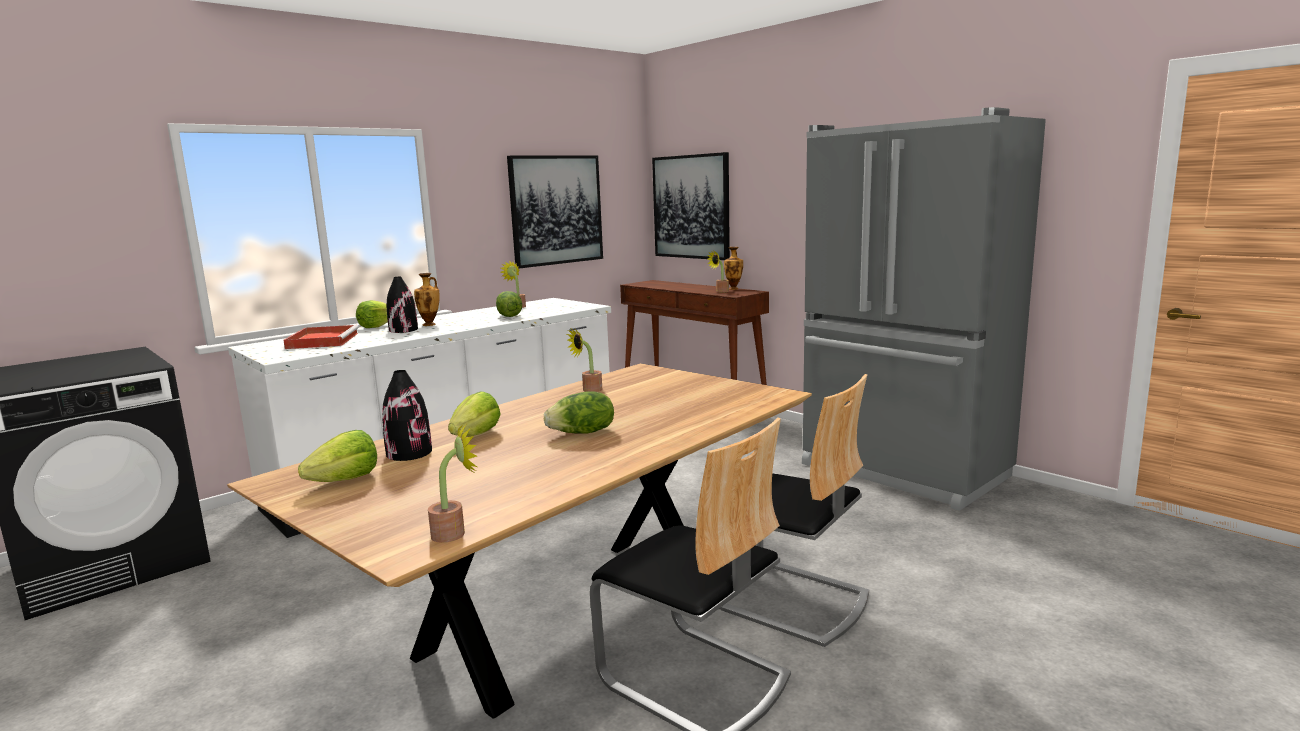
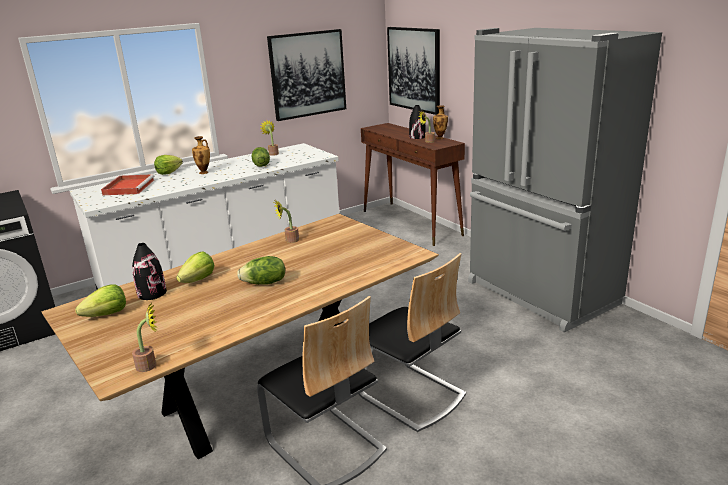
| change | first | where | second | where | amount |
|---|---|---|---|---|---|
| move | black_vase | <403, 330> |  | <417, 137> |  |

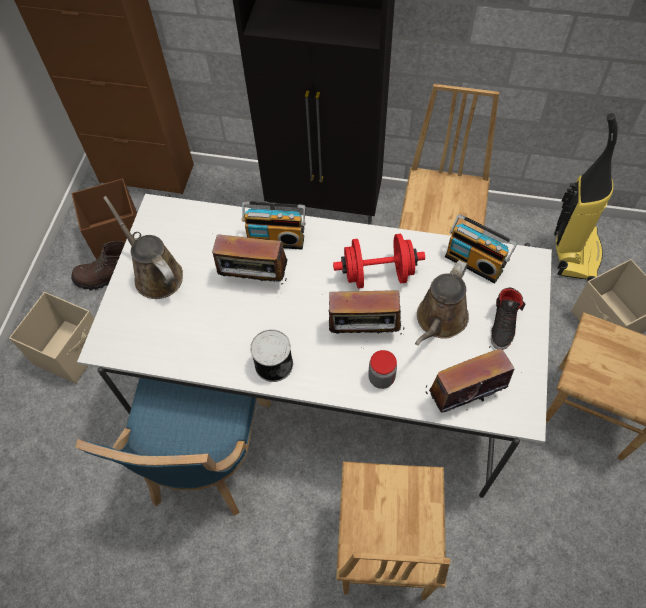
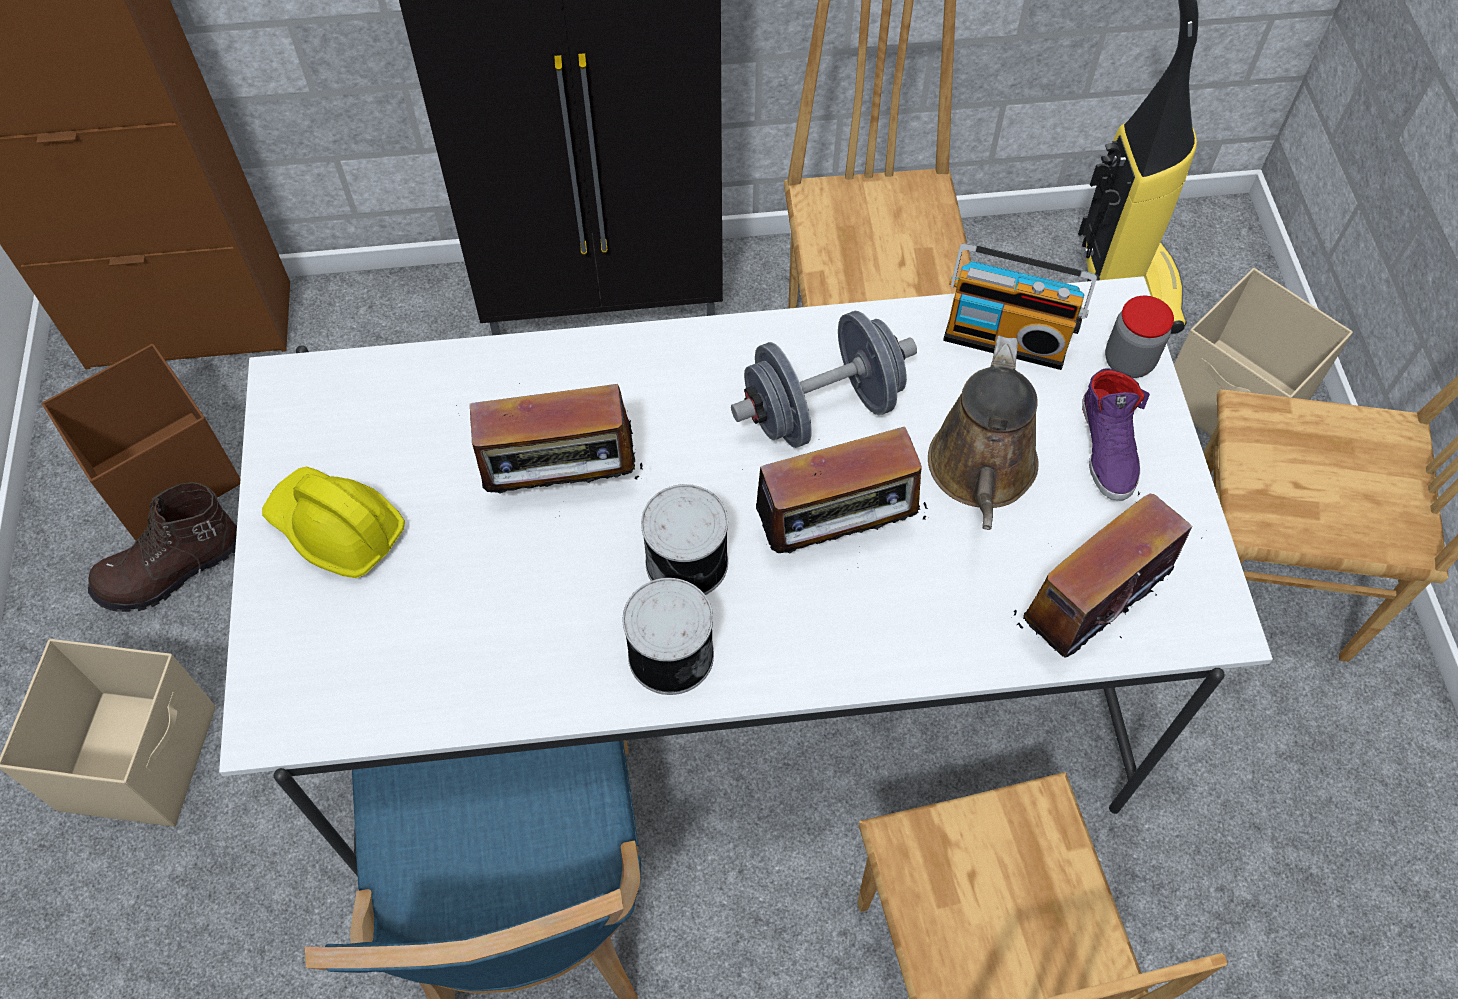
| change | first | where | second | where | amount |
|---|---|---|---|---|---|
| delete | radio | <276, 238> |  |  |  |
| insert |  |  | can | <689, 561> |  |
| move | jar | <381, 378> |  | <1128, 361> |  |
| replace | brown_watering_can | <155, 274> | yellow_hard_hat | <336, 528> |  |
| recolor | red_dumbbell | <378, 274> | grey_dumbbell | <821, 409> |  |
| recolor | black_shoe | <503, 324> | purple_shoe | <1108, 447> |  |

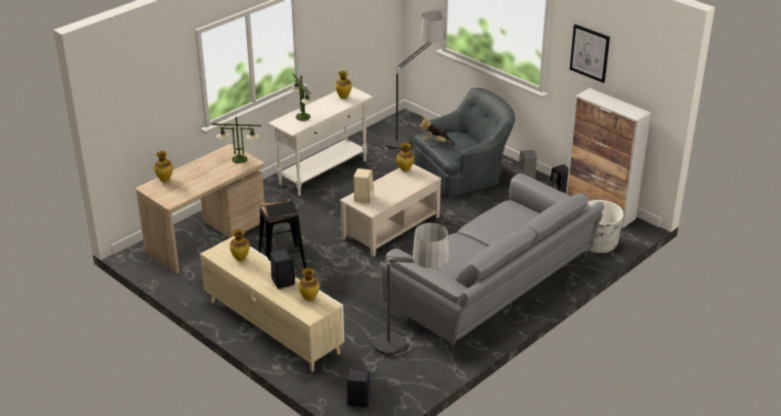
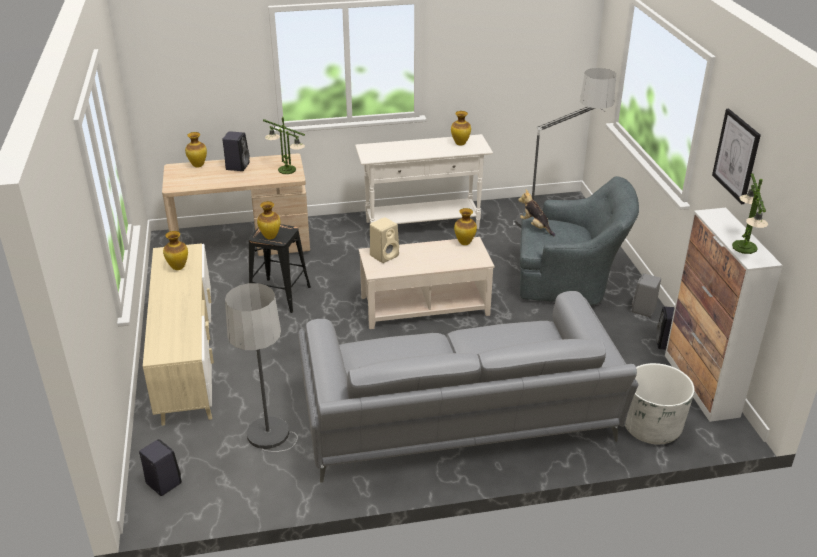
| change | first | where | second | where | amount |
|---|---|---|---|---|---|
| move | black_speaker | <282, 281> |  | <237, 166> |  |
| move | table_lamp | <302, 117> |  | <744, 247> |  |
| move | vase | <309, 298> |  | <270, 237> |  |

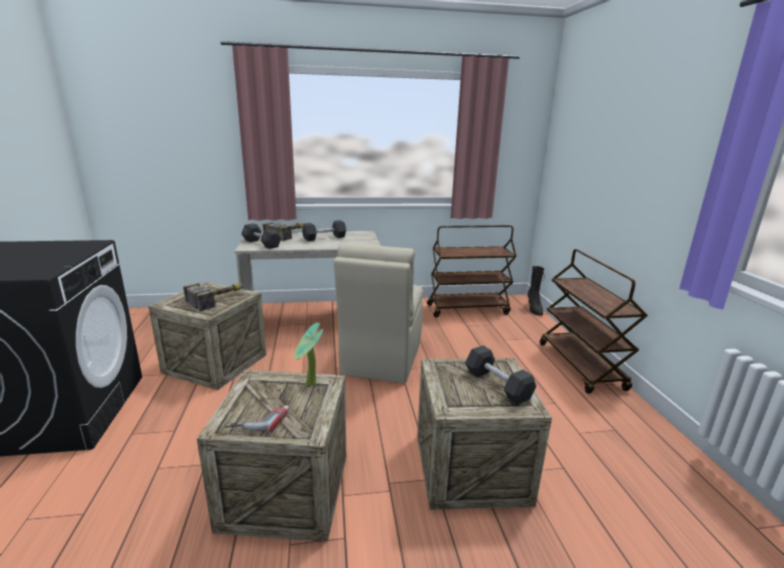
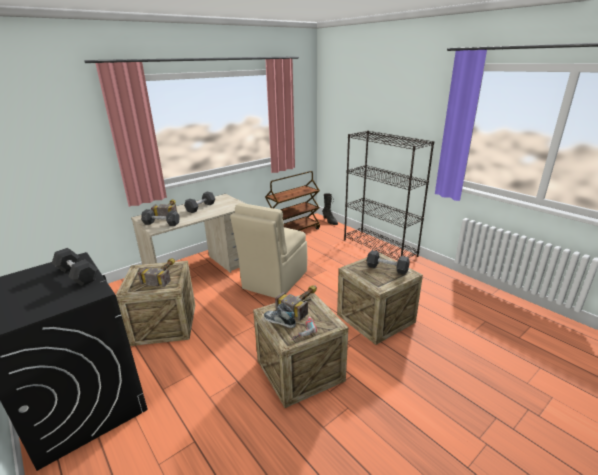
| change | first | where | second | where | amount |
|---|---|---|---|---|---|
| insert |  |  | grey_dumbbell | <77, 275> |  |
| insert |  |  | shoe | <279, 321> |  |
| replace | potted_plant | <309, 385> | hammer | <302, 303> |  |
| replace | brown_cart | <581, 366> | black_bookcase | <380, 248> |  |
| rotate | beige_chair | <381, 359> |  | <274, 280> | 45 degrees clockwise |

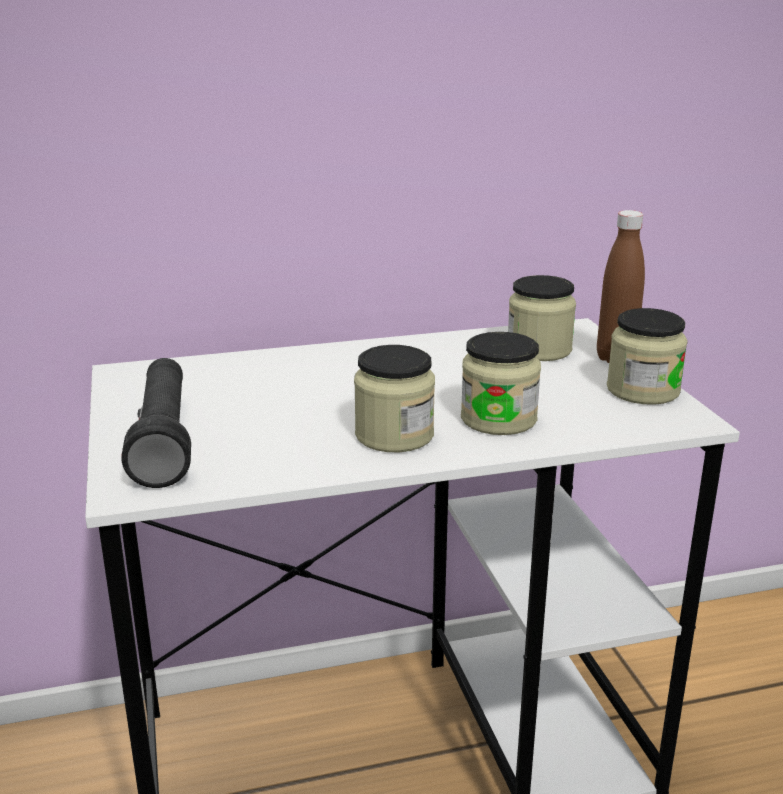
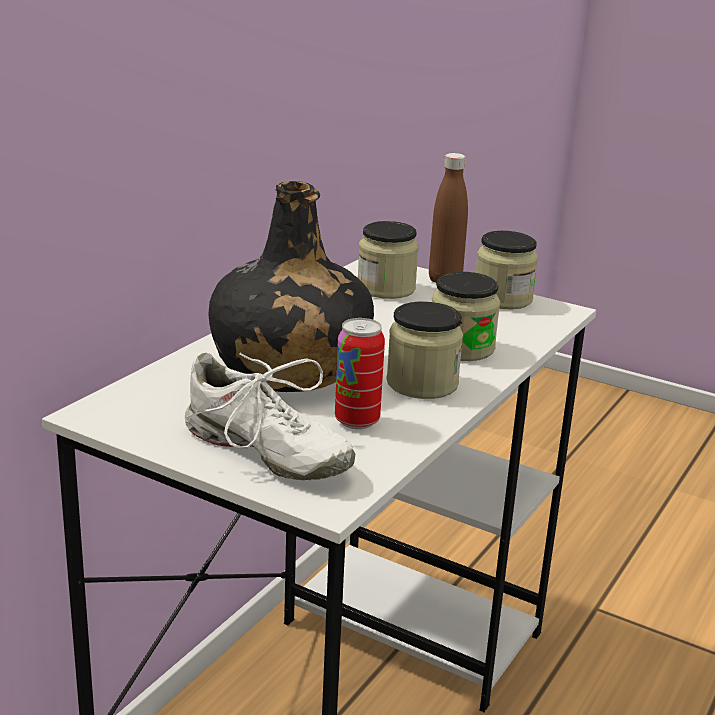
| change | first | where | second | where | amount |
|---|---|---|---|---|---|
| insert |  |  | black_bottle | <288, 370> |  |
| insert |  |  | can | <357, 421> |  |
| replace | black_flashlight | <164, 439> | white_shoe | <265, 452> |  |

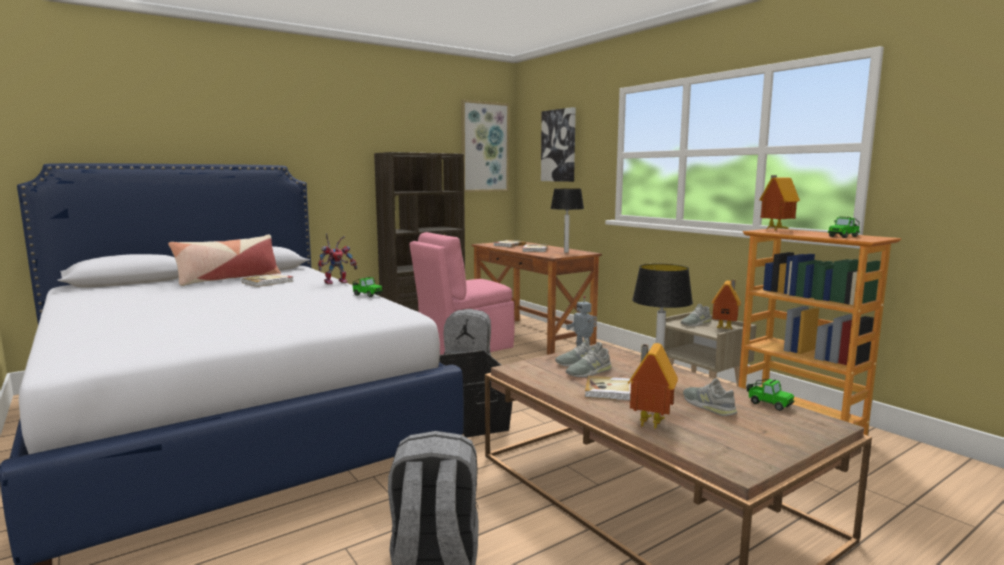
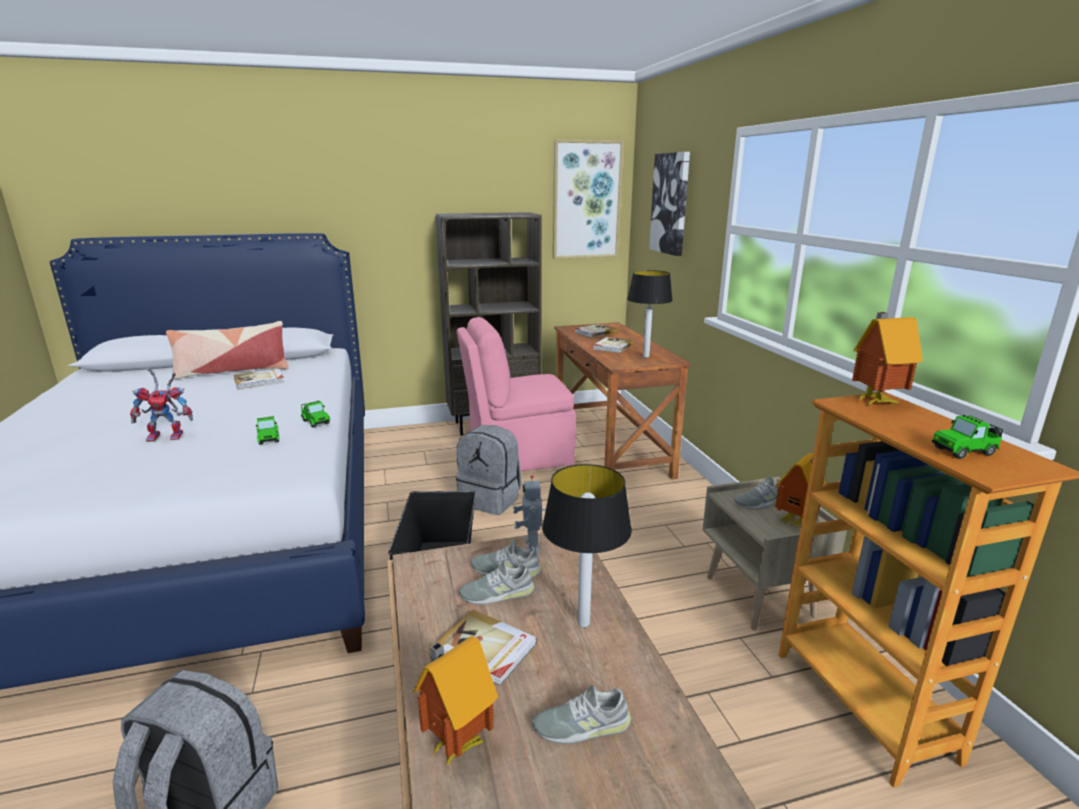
| change | first | where | second | where | amount |
|---|---|---|---|---|---|
| move | toy_robot | <337, 282> |  | <169, 436> |  |
| move | toy_car | <768, 404> |  | <268, 438> |  |
| rotate | grey_shoe | <708, 406> |  | <581, 726> | 90 degrees counterclockwise |

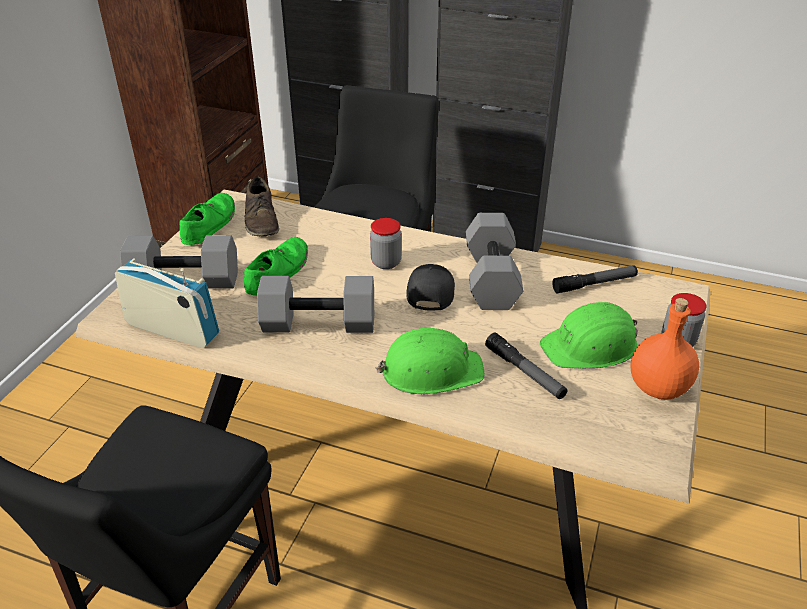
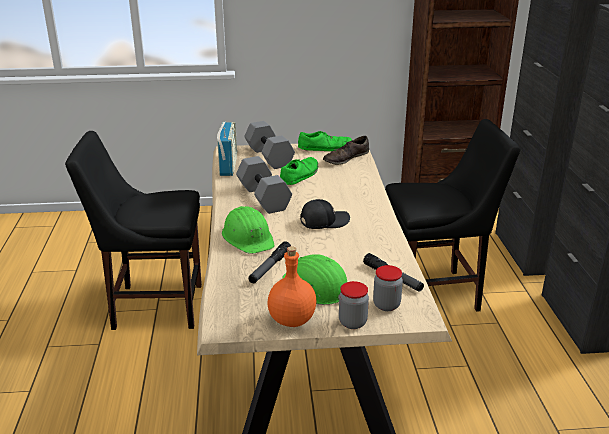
| change | first | where | second | where | amount |
|---|---|---|---|---|---|
| delete | grey_dumbbell | <489, 278> |  |  |  |
| move | jar | <386, 262> |  | <386, 305> |  |
| rotate | green_shoe | <278, 272> |  | <299, 175> | 60 degrees counterclockwise |

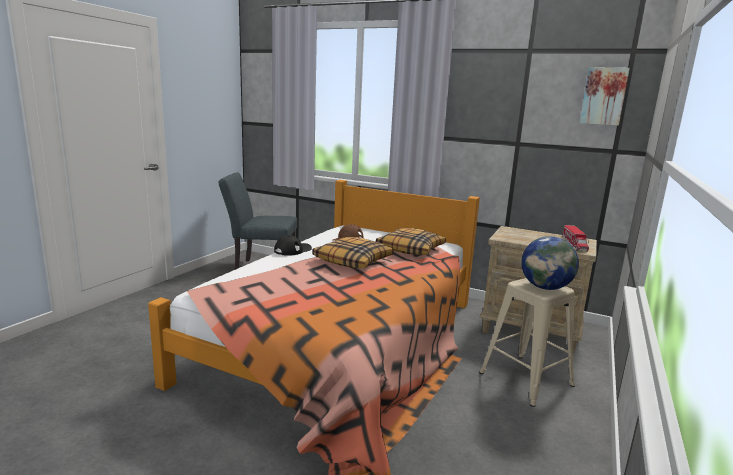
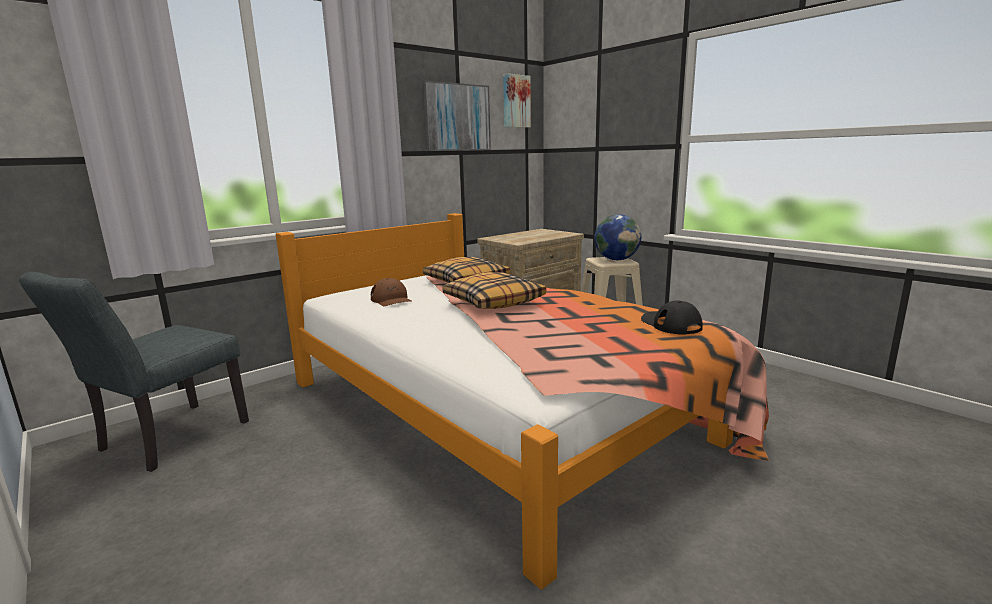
| change | first | where | second | where | amount |
|---|---|---|---|---|---|
| delete | toy_truck | <574, 245> |  |  |  |
| insert |  |  | picture | <456, 117> |  |
| move | black_cap | <293, 250> |  | <670, 324> |  |

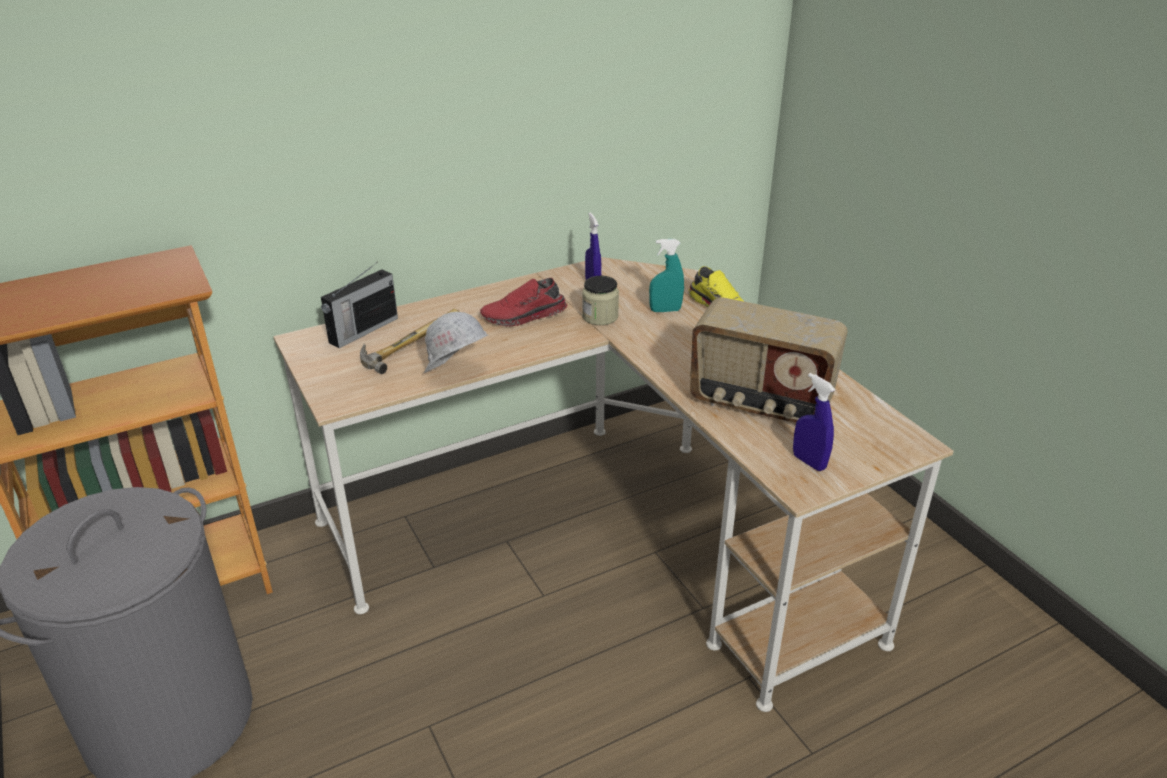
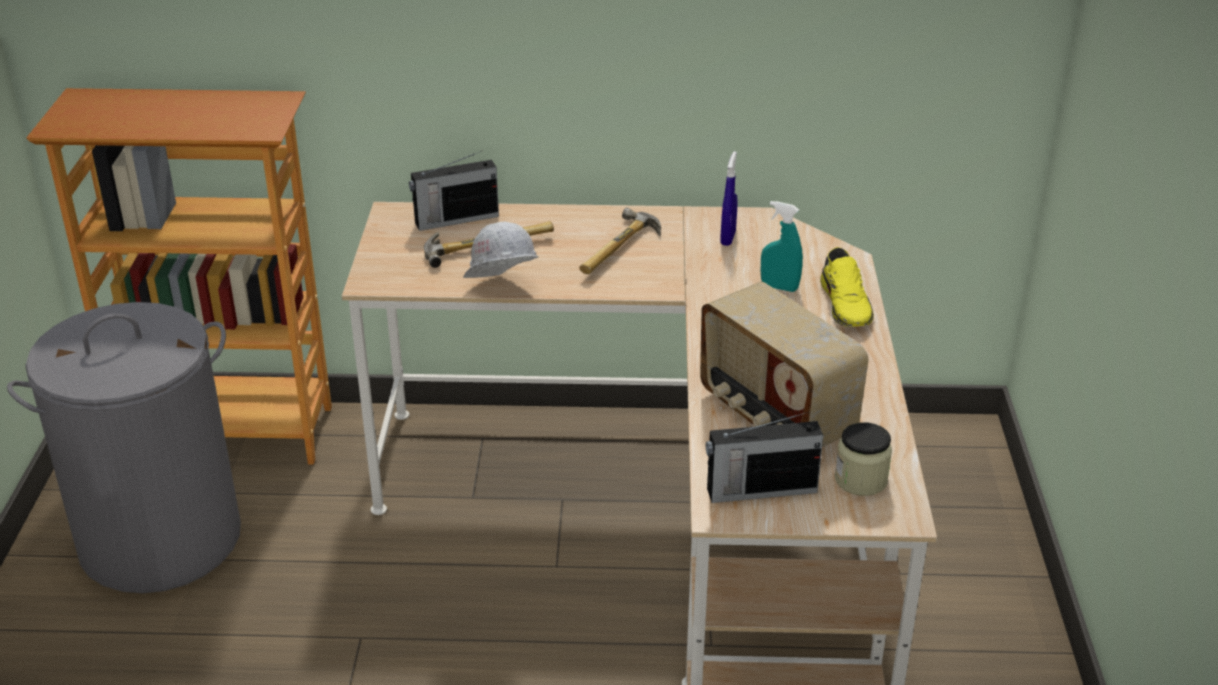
| change | first | where | second | where | amount |
|---|---|---|---|---|---|
| move | jar | <600, 317> |  | <861, 480> |  |
| replace | red_shoe | <524, 317> | hammer | <623, 250> |  |
| replace | blue_spray_bottle | <809, 462> | radio | <759, 490> |  |

